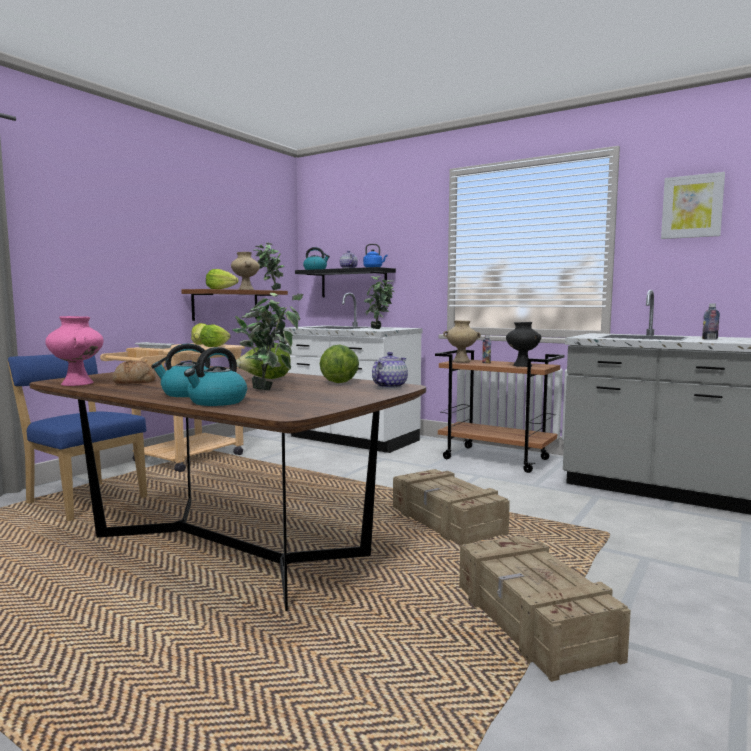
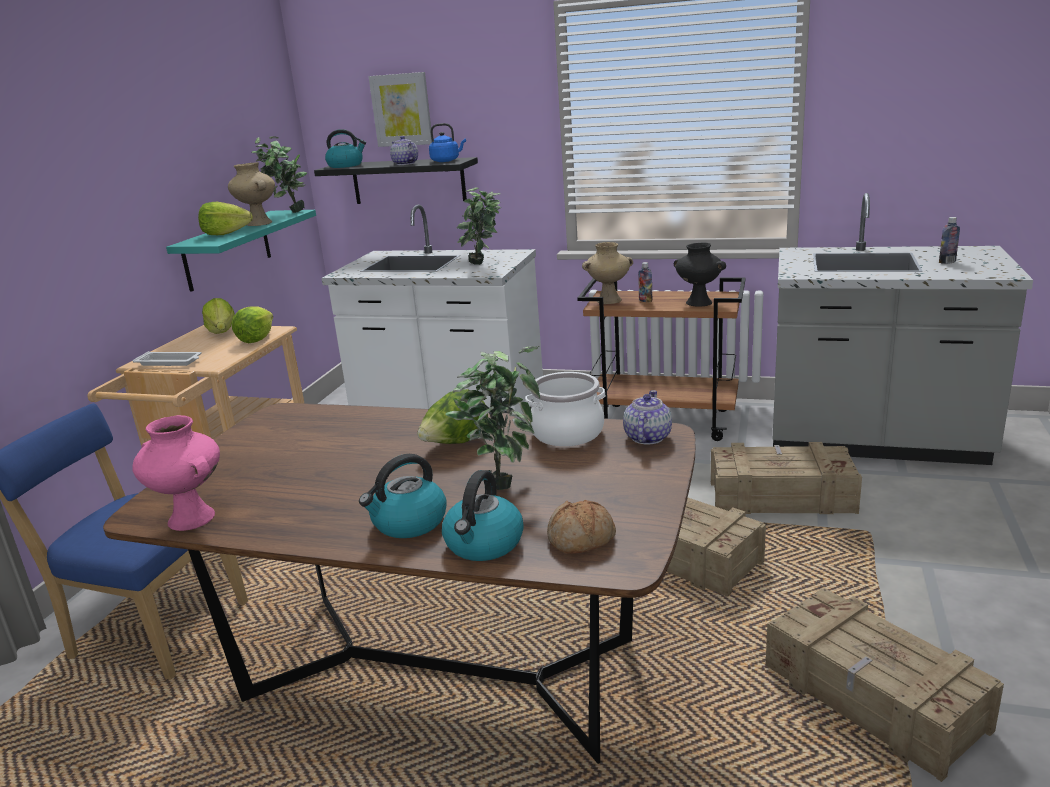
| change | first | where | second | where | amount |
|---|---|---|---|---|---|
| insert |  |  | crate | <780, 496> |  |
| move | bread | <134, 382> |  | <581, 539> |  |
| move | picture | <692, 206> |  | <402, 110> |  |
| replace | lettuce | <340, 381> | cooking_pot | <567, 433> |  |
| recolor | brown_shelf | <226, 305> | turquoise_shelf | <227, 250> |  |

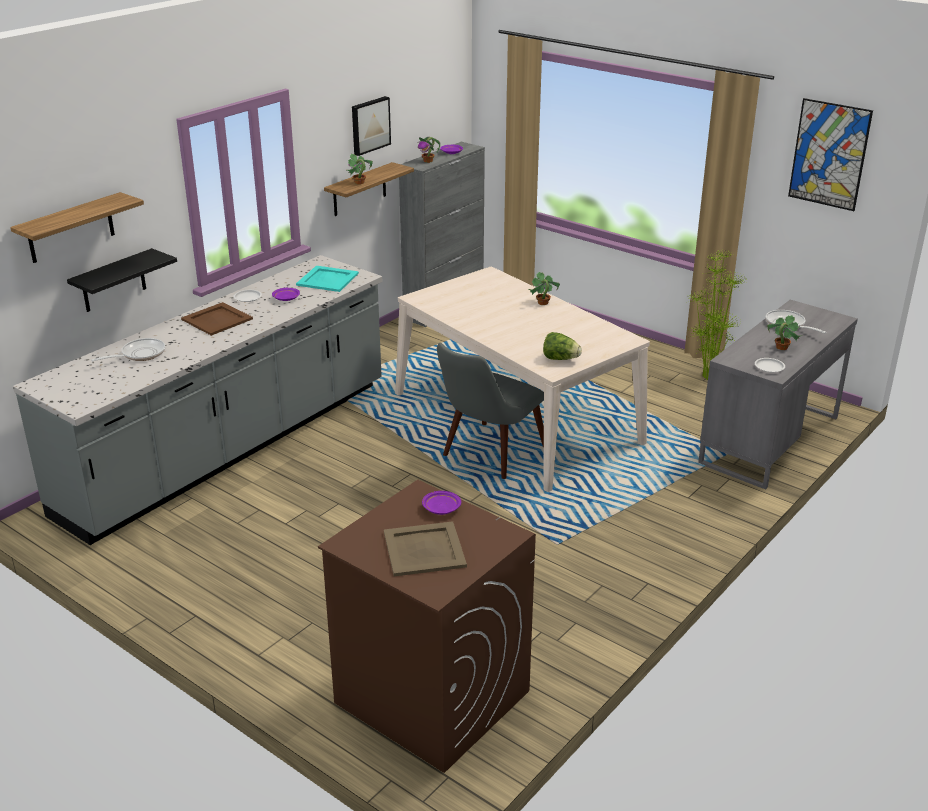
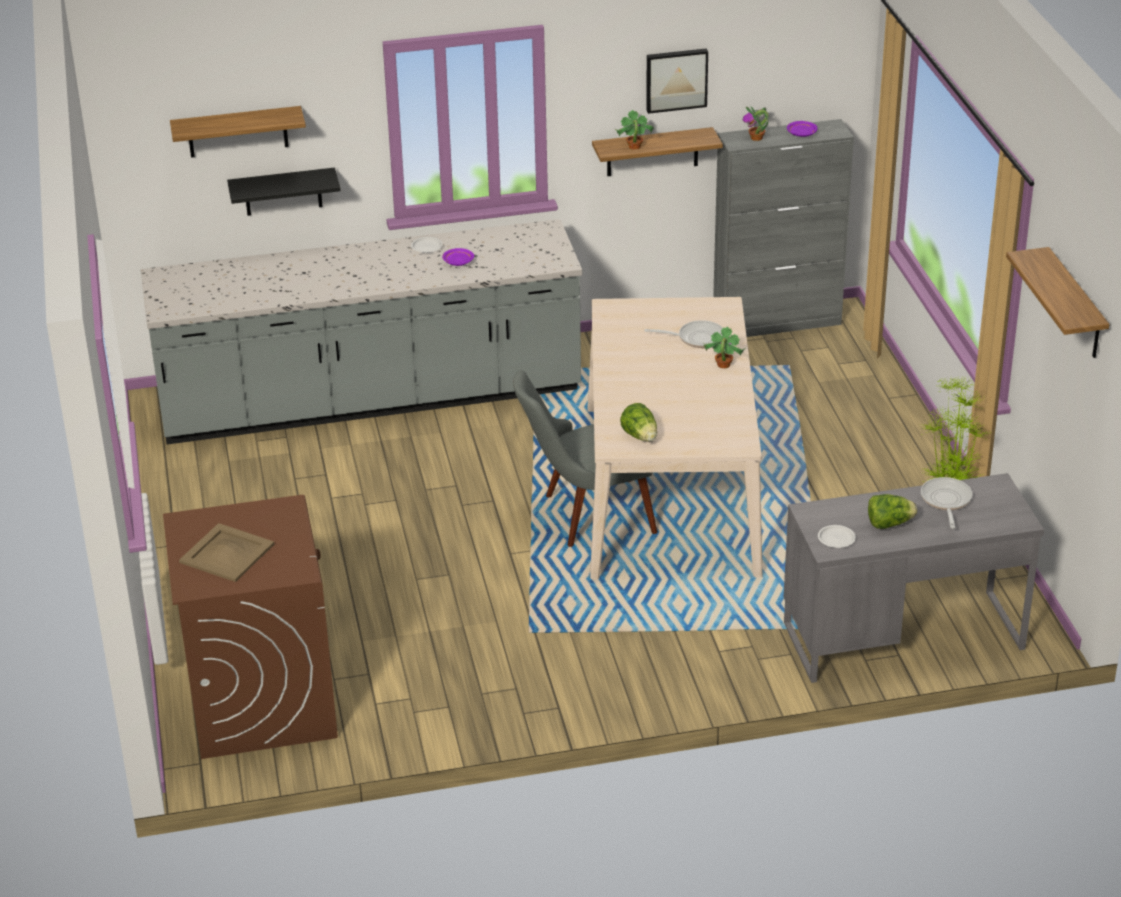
| change | first | where | second | where | amount |
|---|---|---|---|---|---|
| delete | brown_tray | <216, 319> |  |  |  |
| delete | turquoise_tray | <327, 279> |  |  |  |
| delete | purple_plate | <441, 508> |  |  |  |
| move | frying_pan | <139, 354> |  | <696, 338> |  |
| replace | potted_plant | <781, 347> | lettuce | <889, 524> |  |
| replace | picture | <829, 154> | shelf | <1075, 306> |  |

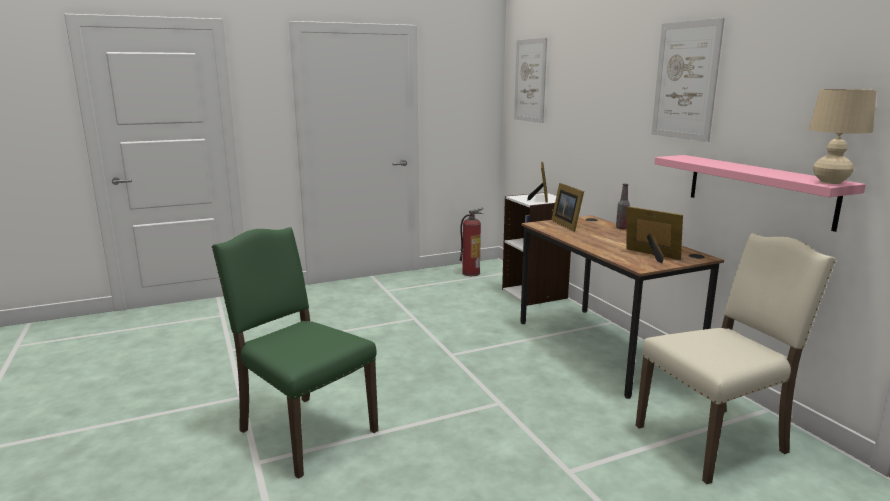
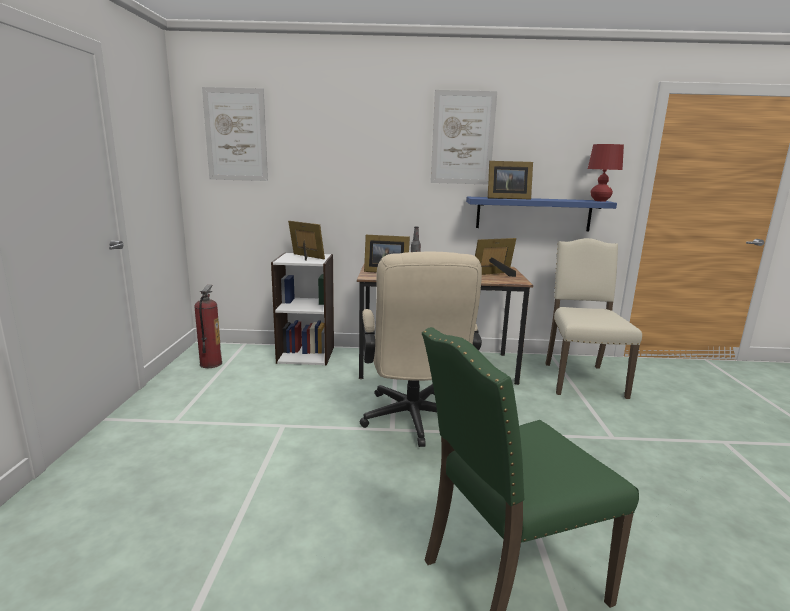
| change | first | where | second | where | amount |
|---|---|---|---|---|---|
| insert |  |  | beige_office_chair | <413, 422> |  |
| insert |  |  | picture_frame | <506, 198> |  |
| recolor | pink_shelf | <758, 189> | blue_shelf | <533, 214> |  |
| recolor | beige_table_lamp | <830, 182> | red_table_lamp | <600, 201> |  |

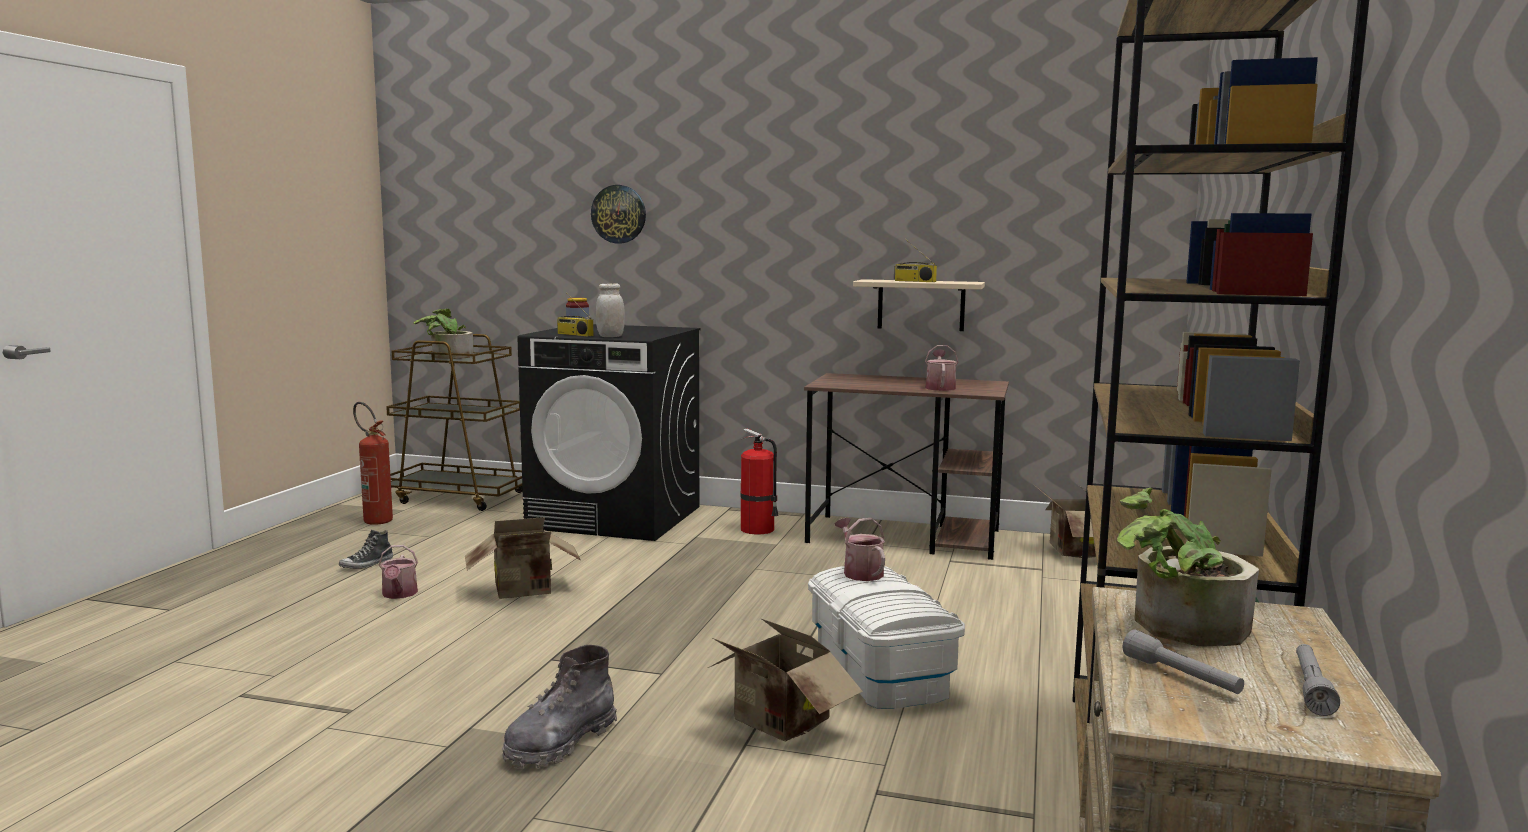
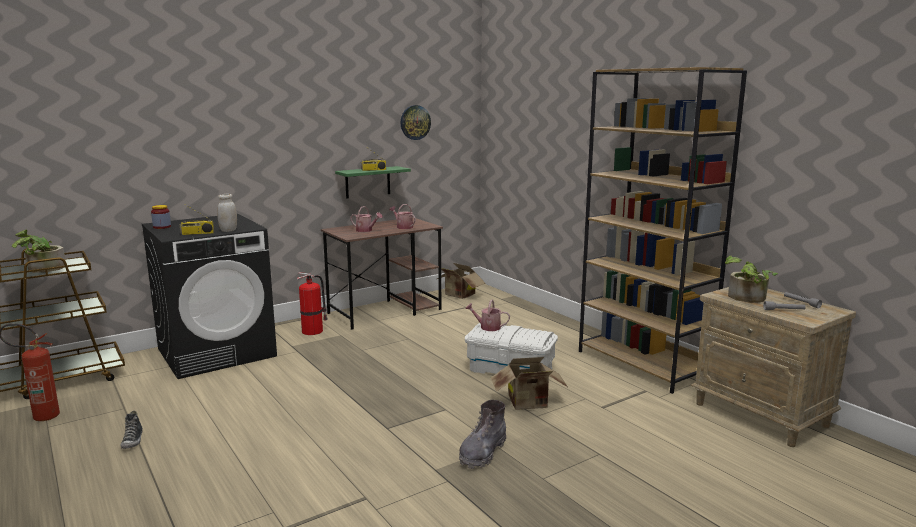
| change | first | where | second | where | amount |
|---|---|---|---|---|---|
| delete | cardboard_box | <525, 592> |  |  |  |
| move | watering_can | <399, 594> |  | <366, 230> |  |
| move | wall_clock | <619, 214> |  | <415, 122> |  |
| recolor | beige_shelf | <921, 305> | green_shelf | <367, 182> |  |
| rotate | grey_boot | <560, 743> |  | <482, 453> | 45 degrees clockwise |

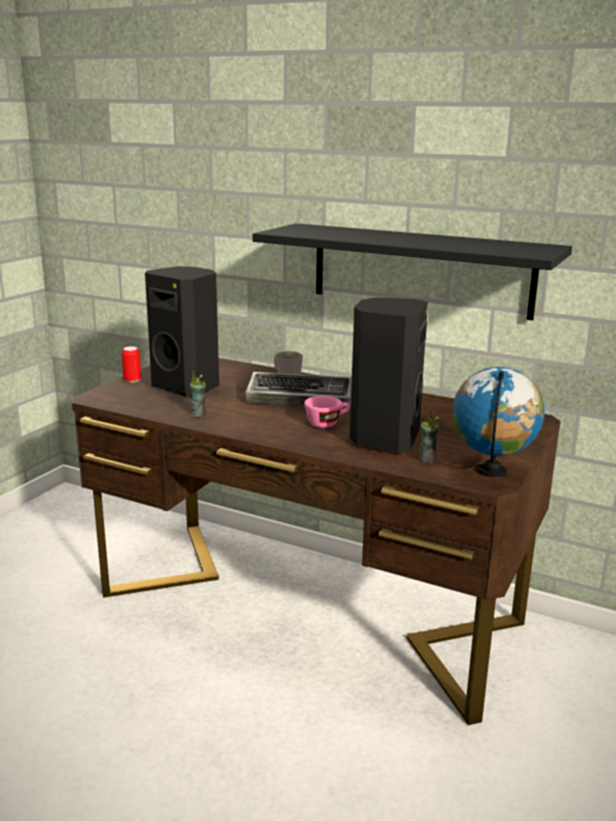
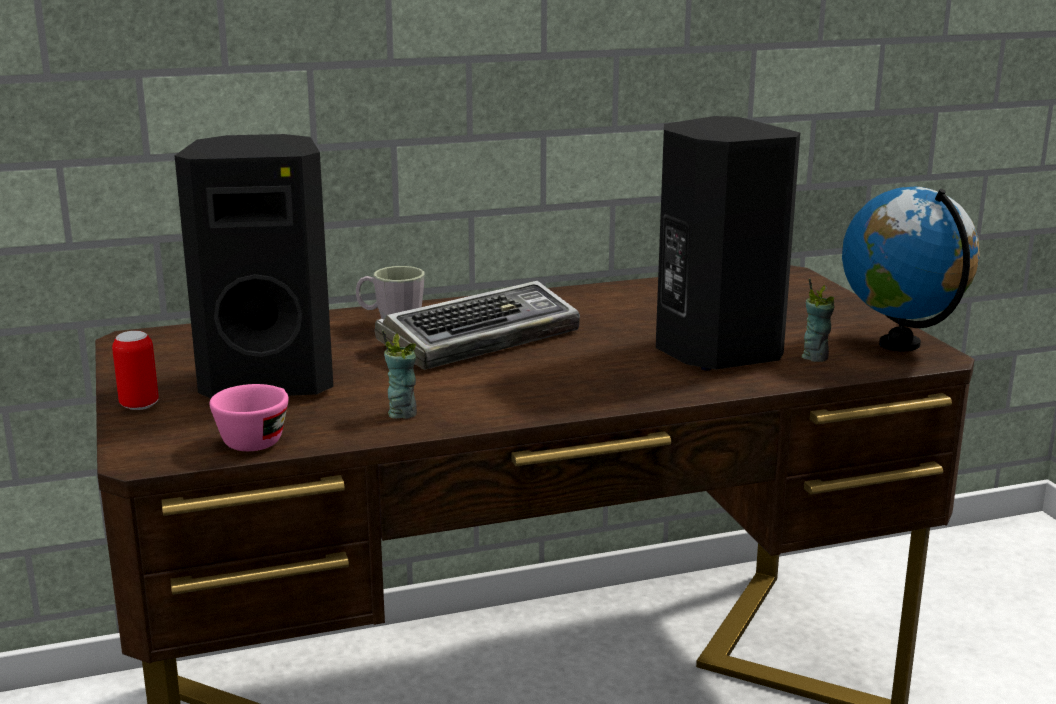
| change | first | where | second | where | amount |
|---|---|---|---|---|---|
| delete | black_shelf | <420, 270> |  |  |  |
| move | pink_cup | <327, 423> |  | <257, 438> |  |

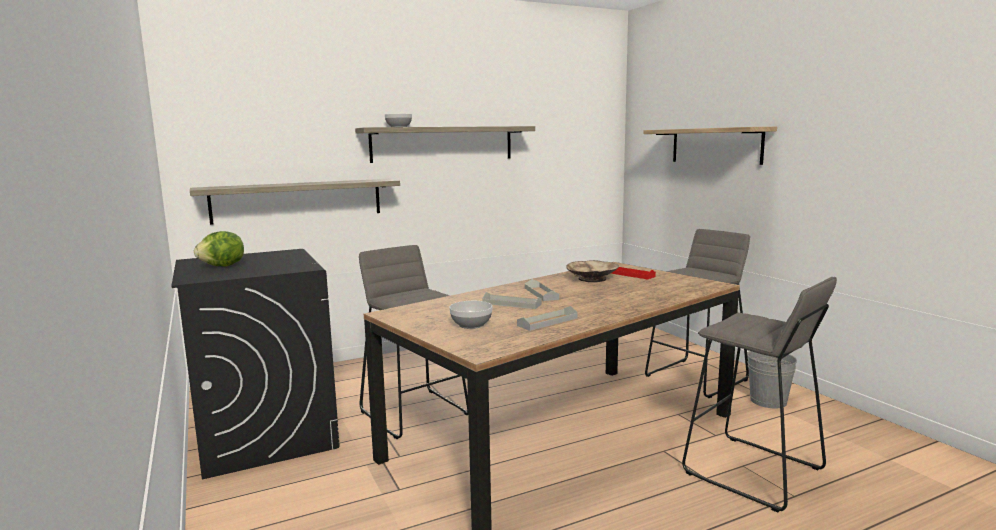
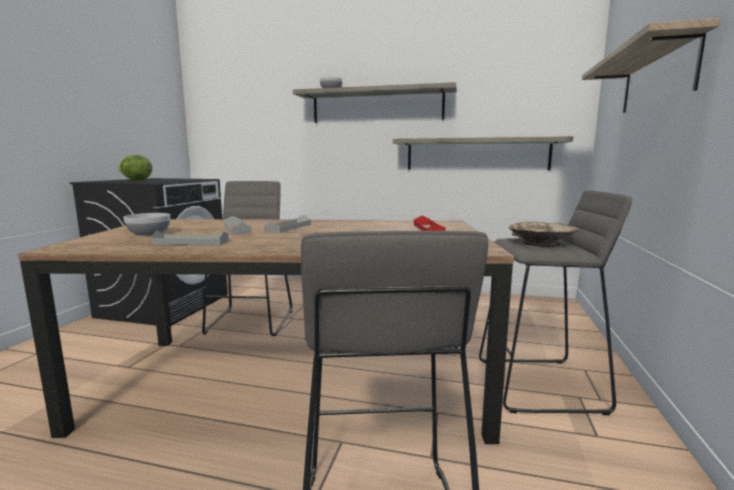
| change | first | where | second | where | amount |
|---|---|---|---|---|---|
| delete | grey_bucket | <768, 401> |  |  |  |
| move | shelf | <298, 200> |  | <477, 154> |  |
| move | beige_bowl | <592, 279> |  | <541, 243> |  |

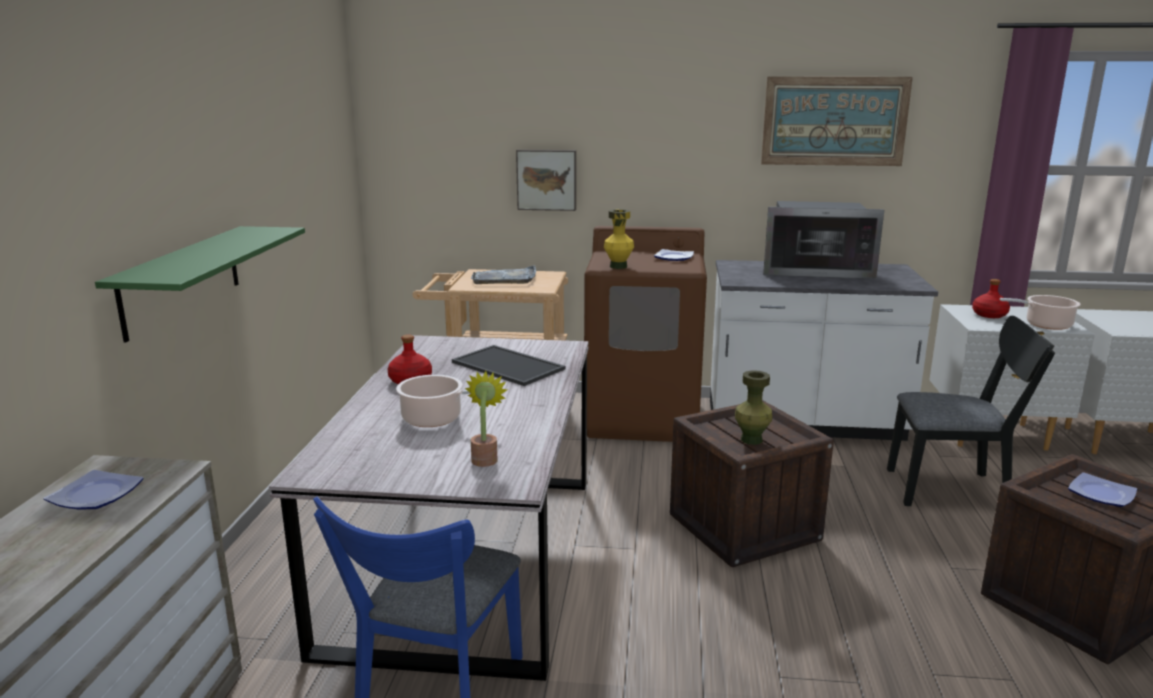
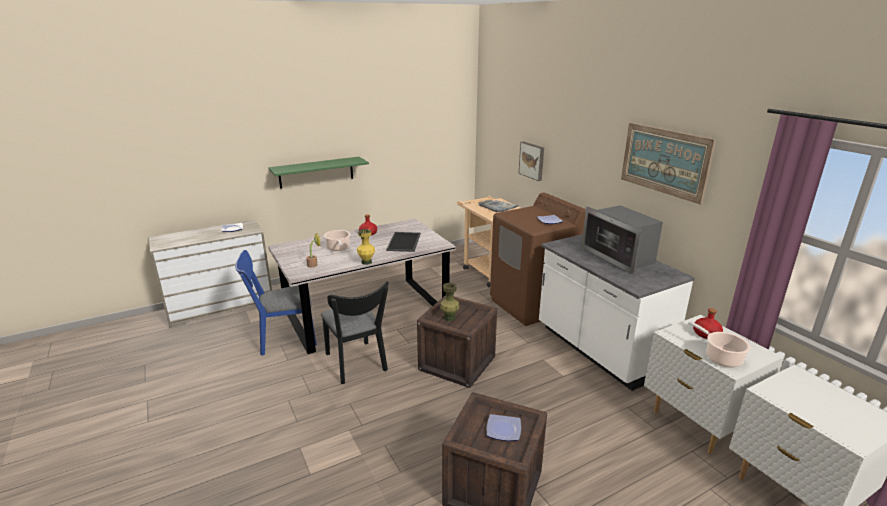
| change | first | where | second | where | amount |
|---|---|---|---|---|---|
| move | yellow_vase | <618, 266> |  | <366, 262> |  |
| move | black_chair | <956, 490> |  | <357, 364> |  |

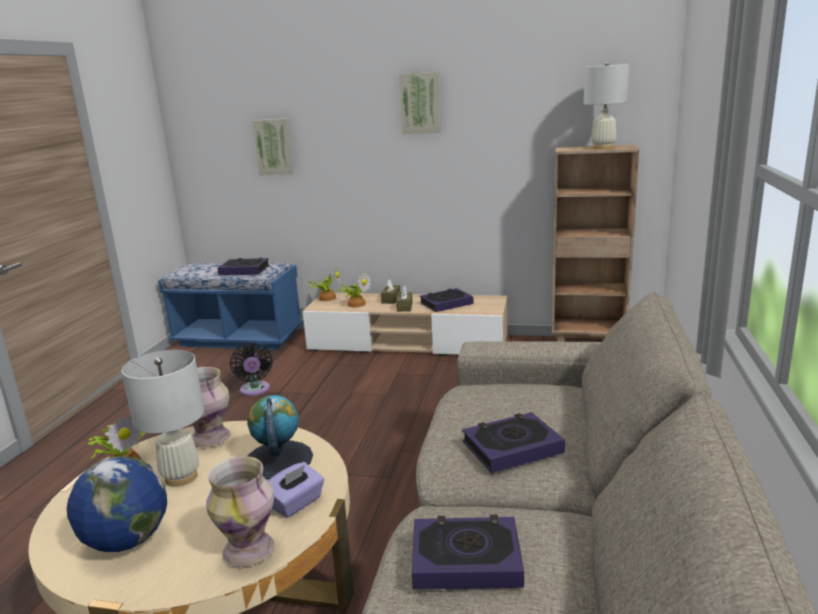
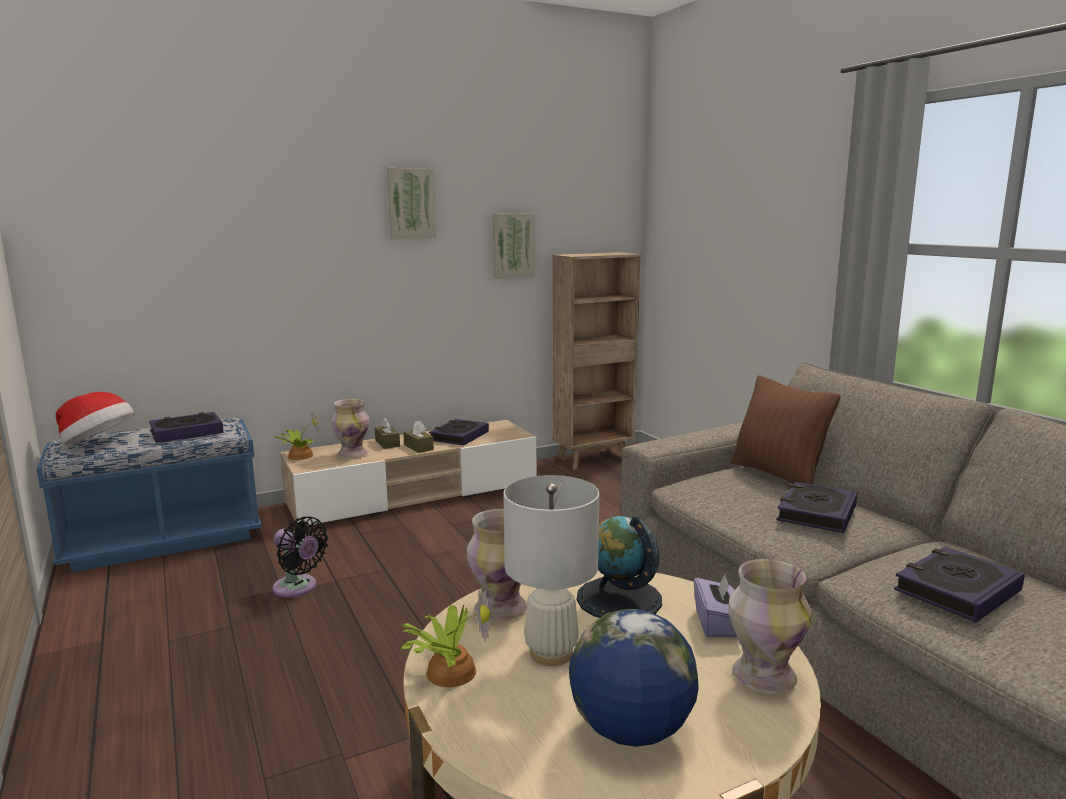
| change | first | where | second | where | amount |
|---|---|---|---|---|---|
| delete | white_table_lamp | <603, 148> |  |  |  |
| insert |  |  | hat | <98, 443> |  |
| insert |  |  | brown_pillow | <777, 475> |  |
| move | picture | <274, 147> |  | <512, 245> |  |
| replace | potted_plant | <356, 304> | vase | <352, 454> |  |

